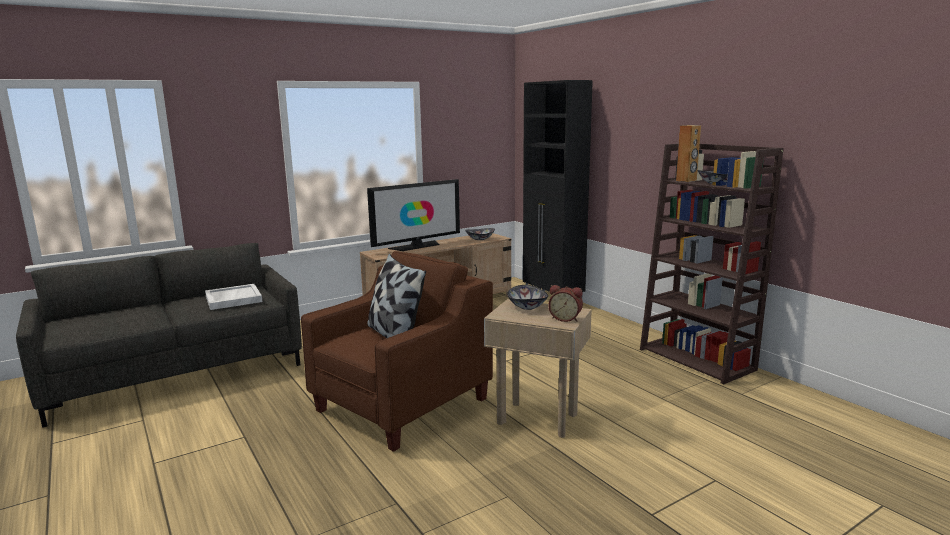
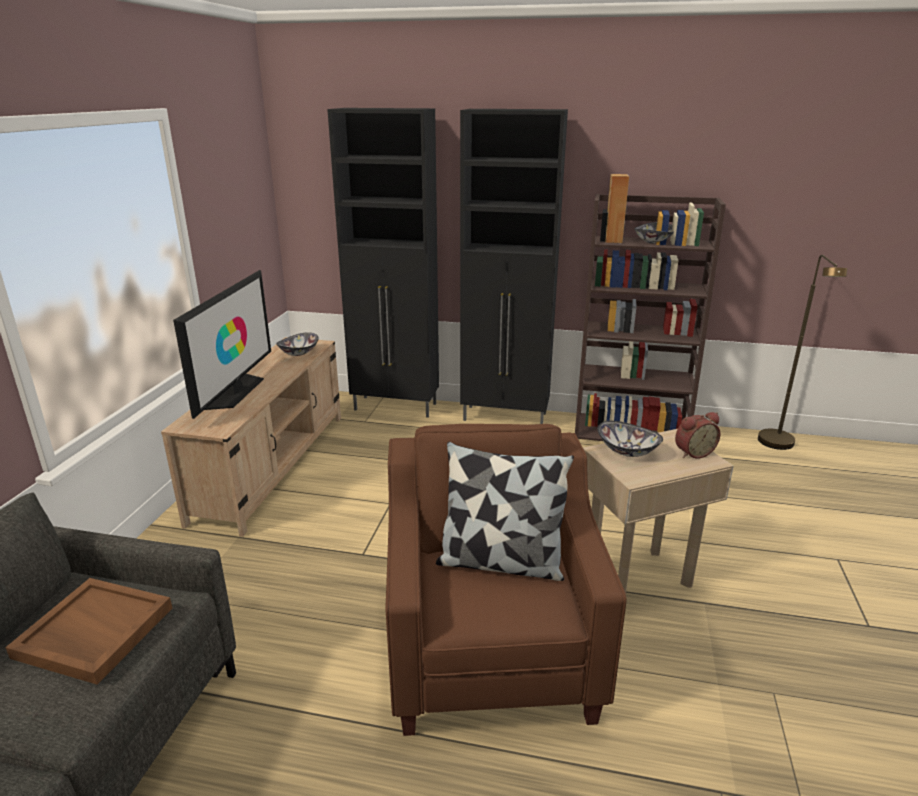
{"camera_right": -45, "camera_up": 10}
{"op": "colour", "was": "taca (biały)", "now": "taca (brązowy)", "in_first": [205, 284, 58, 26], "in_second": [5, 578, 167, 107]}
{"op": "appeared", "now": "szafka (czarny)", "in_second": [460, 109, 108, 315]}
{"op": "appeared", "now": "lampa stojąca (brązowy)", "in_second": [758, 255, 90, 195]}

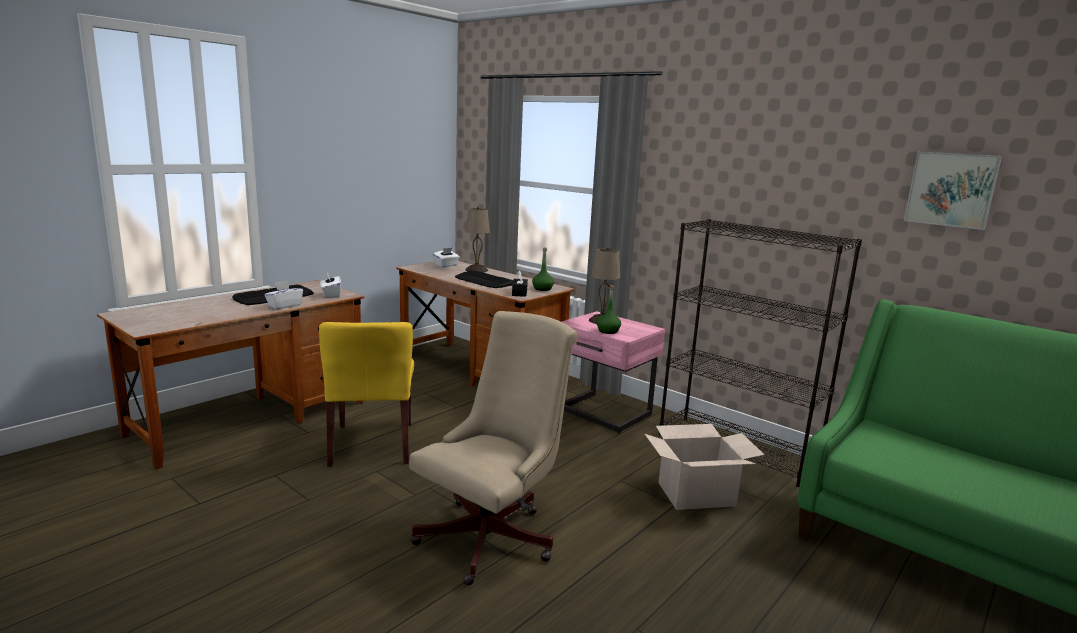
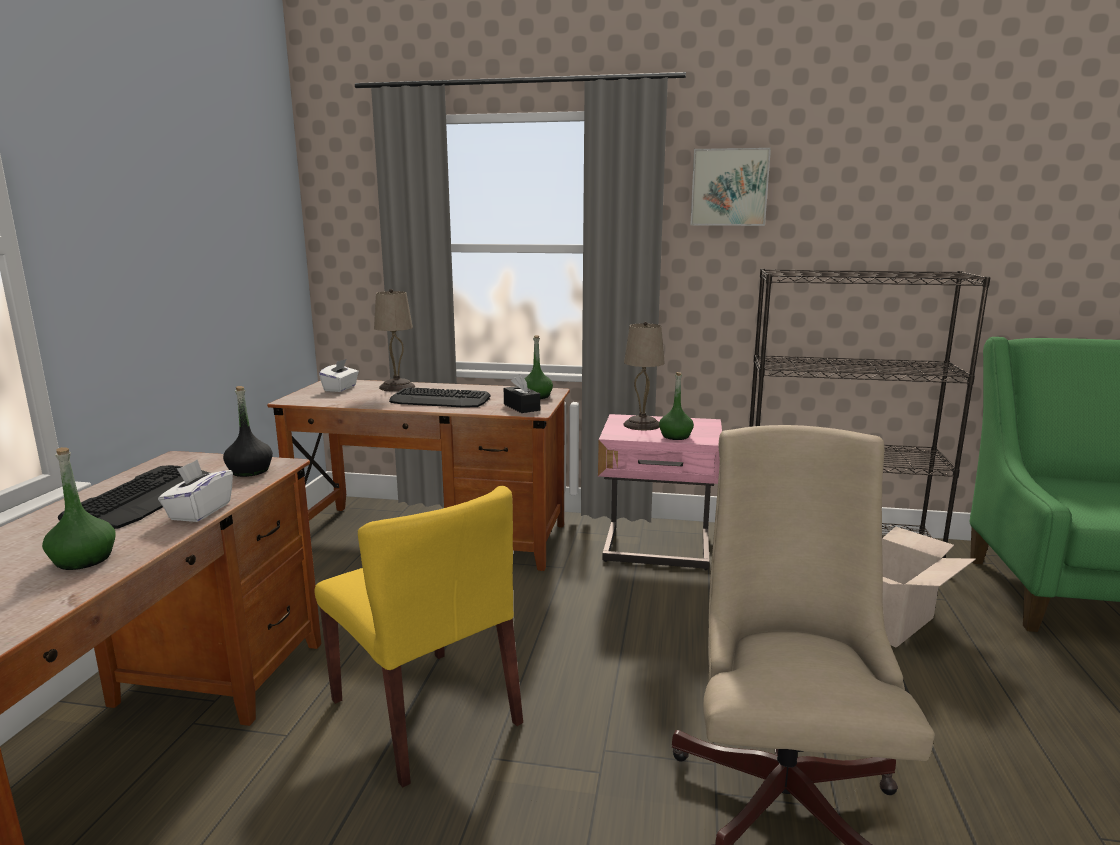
{"camera_right": -30, "camera_up": 0}
{"op": "exchanged", "was": "pudełko chusteczek (biały)", "now": "butelka (czarny)", "in_first": [320, 272, 21, 26], "in_second": [223, 386, 50, 91]}
{"op": "relocated", "was": "obraz", "in_first": [904, 152, 98, 78], "in_second": [690, 148, 81, 78]}
{"op": "appeared", "now": "butelka (zielony)", "in_second": [42, 447, 74, 123]}

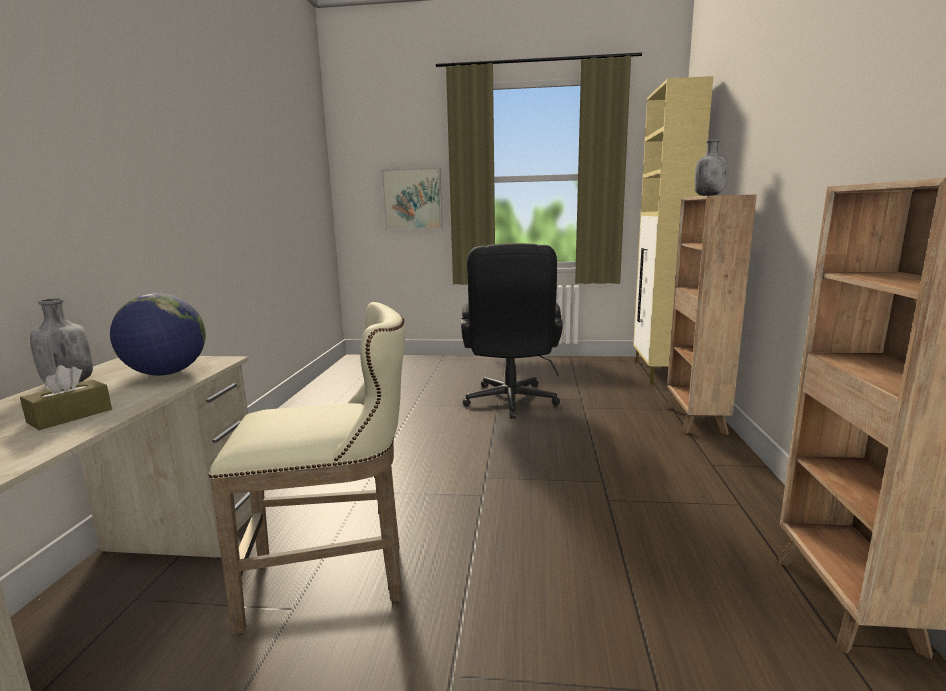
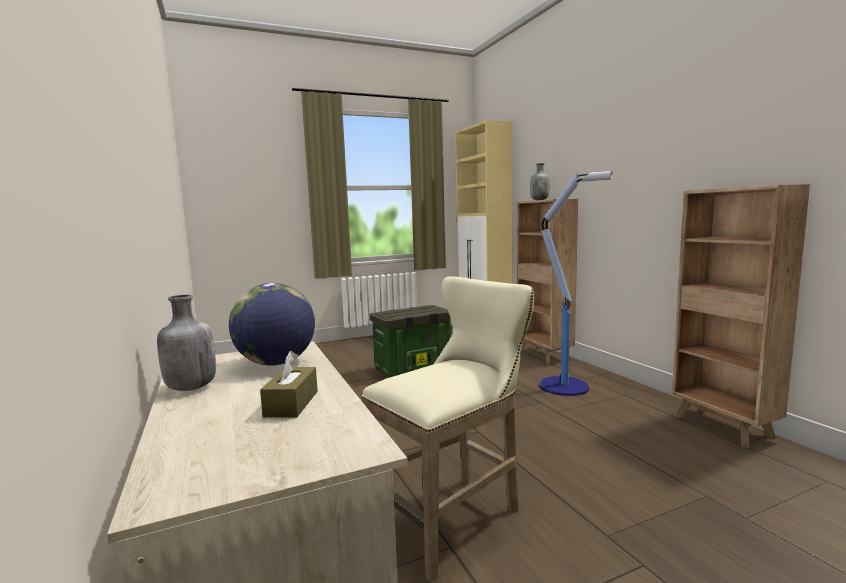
{"camera_right": -30, "camera_up": -5}
{"op": "missing", "was": "obraz", "in_first": [381, 167, 62, 63]}
{"op": "exchanged", "was": "krzesło biurowe (czarny)", "now": "pojemnik do przechowywania", "in_first": [461, 243, 102, 176], "in_second": [370, 305, 81, 73]}
{"op": "appeared", "now": "lampa stojąca", "in_second": [539, 171, 74, 225]}

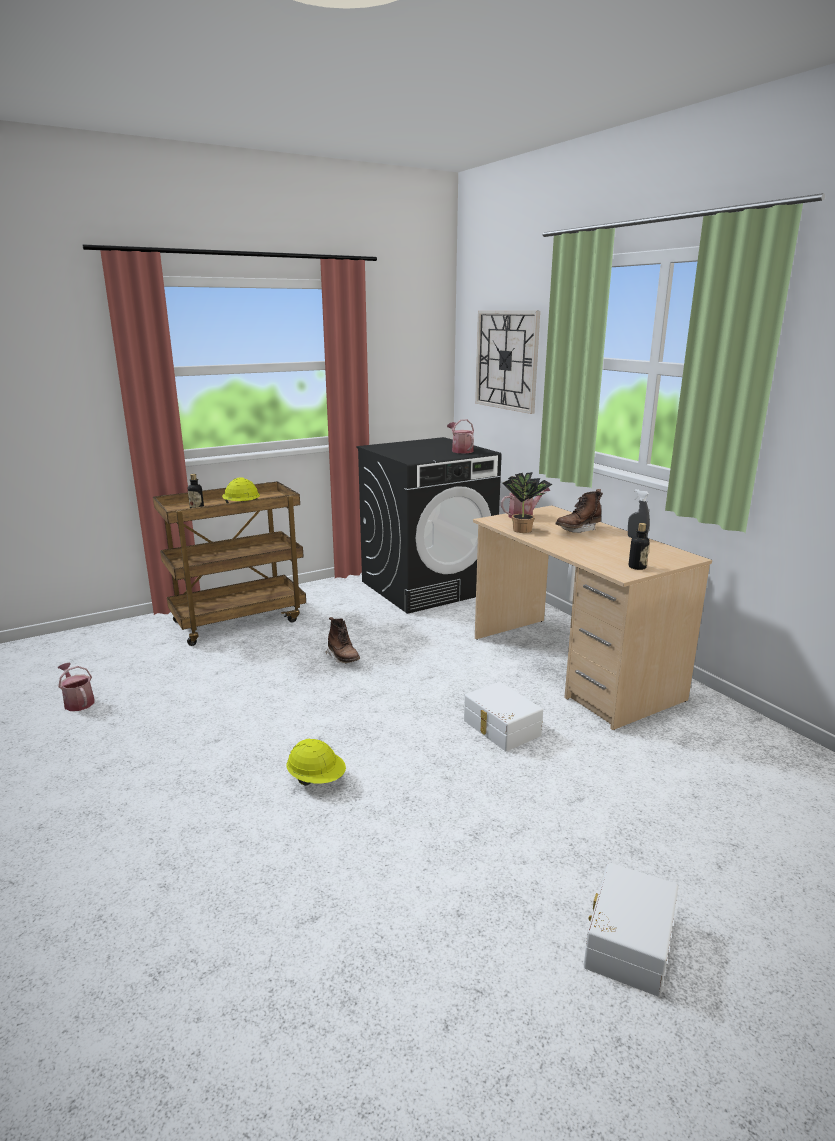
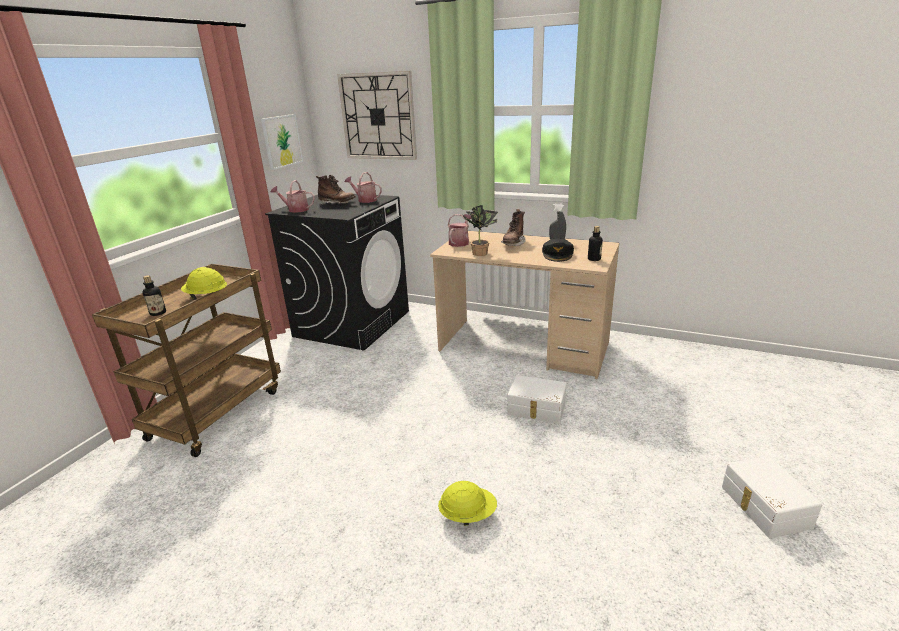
{"camera_right": -35, "camera_up": 5}
{"op": "relocated", "was": "konewka", "in_first": [58, 663, 36, 48], "in_second": [271, 180, 44, 33]}
{"op": "relocated", "was": "but z cholewką (brązowy)", "in_first": [325, 617, 35, 46], "in_second": [316, 175, 40, 29]}
{"op": "appeared", "now": "obraz", "in_second": [261, 114, 42, 56]}
{"op": "appeared", "now": "czapka z daszkiem (czarny)", "in_second": [542, 239, 32, 23]}

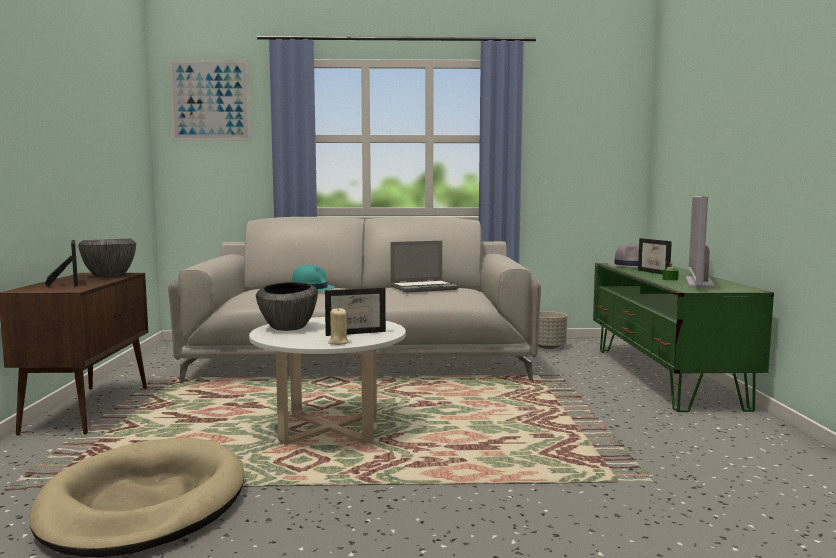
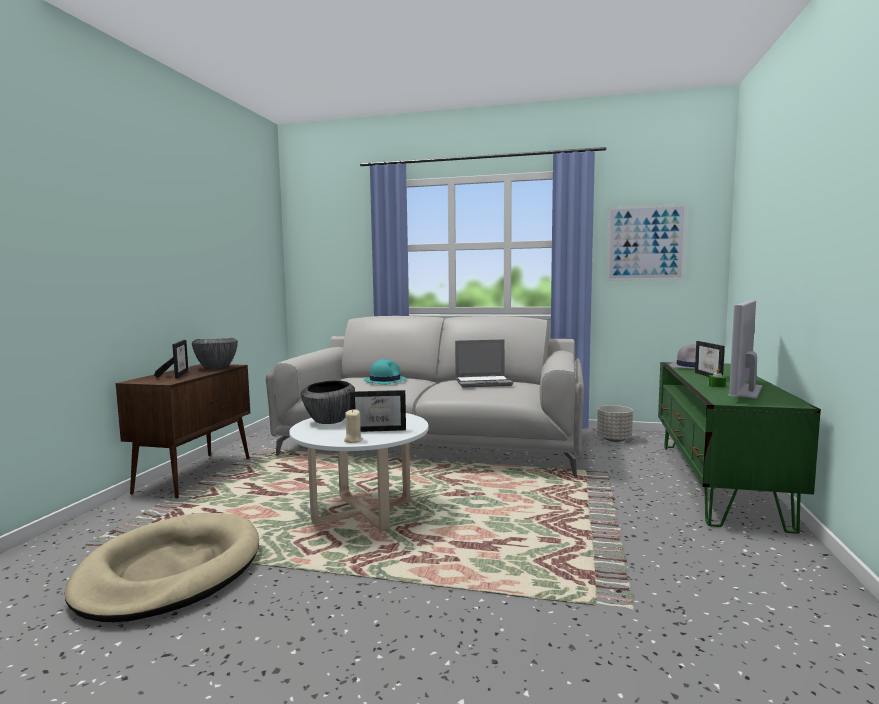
{"camera_right": 15, "camera_up": 0}
{"op": "relocated", "was": "obraz", "in_first": [169, 60, 82, 81], "in_second": [607, 204, 80, 77]}

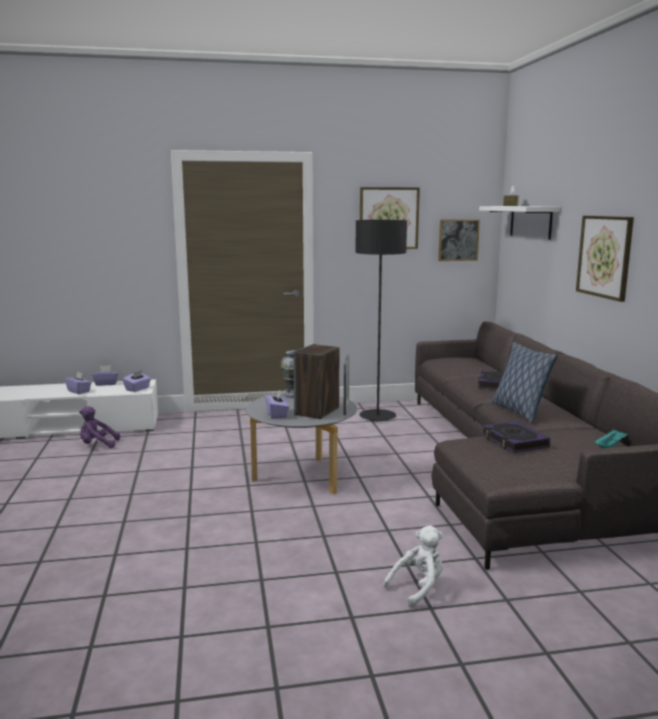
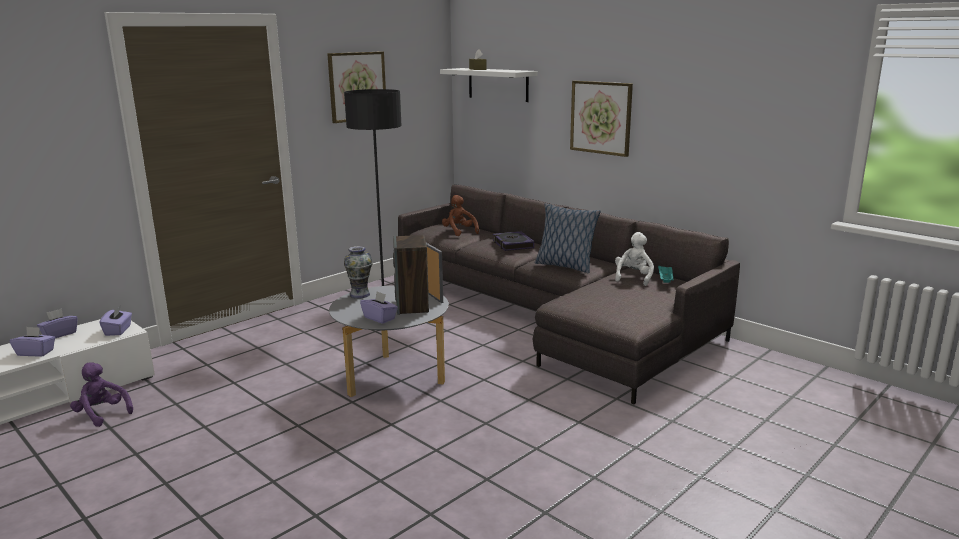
{"camera_right": -35, "camera_up": 5}
{"op": "spun", "was": "pluszak (fioletowy)", "in_first": [79, 406, 41, 42], "in_second": [70, 362, 63, 65], "clockwise": 75}
{"op": "relocated", "was": "pluszak (biały)", "in_first": [383, 525, 60, 83], "in_second": [615, 232, 39, 54]}
{"op": "missing", "was": "obraz", "in_first": [438, 219, 42, 42]}
{"op": "missing", "was": "książka", "in_first": [481, 421, 69, 32]}
{"op": "appeared", "now": "pluszak (brązowy)", "in_second": [442, 195, 37, 41]}

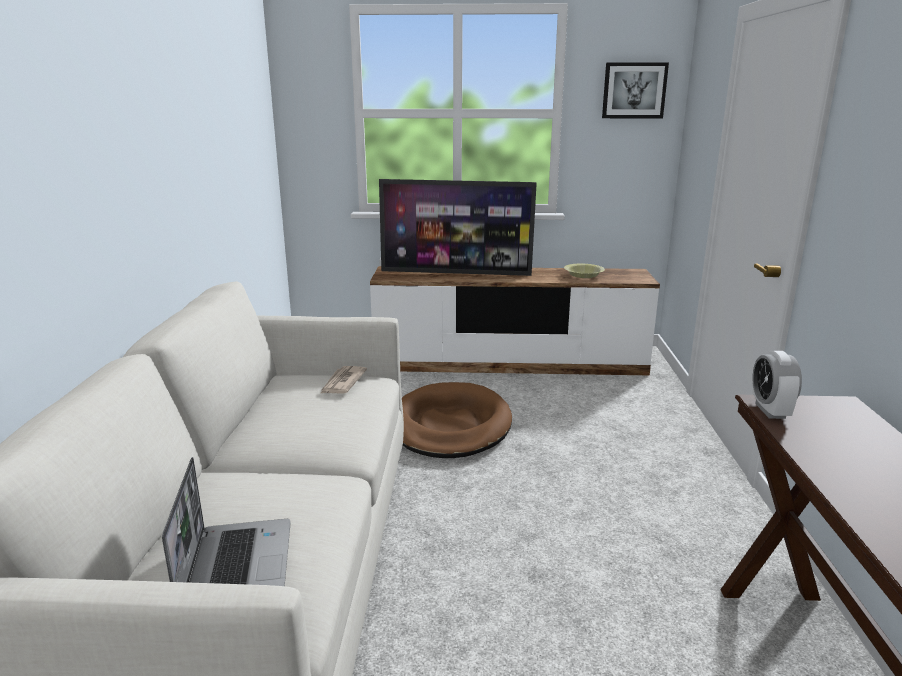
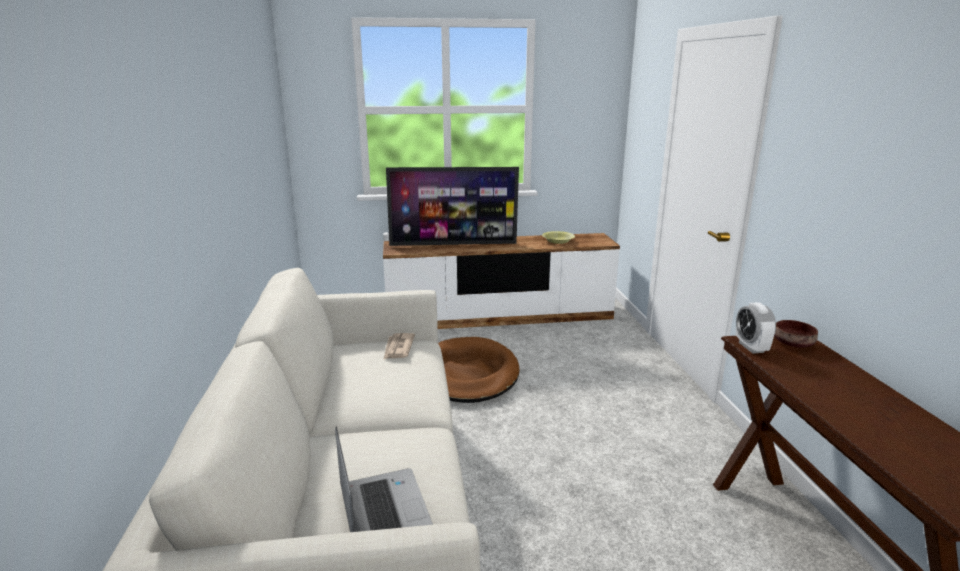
{"camera_right": -10, "camera_up": 0}
{"op": "missing", "was": "obraz", "in_first": [602, 62, 67, 56]}
{"op": "appeared", "now": "miska (brązowy)", "in_second": [774, 320, 44, 28]}

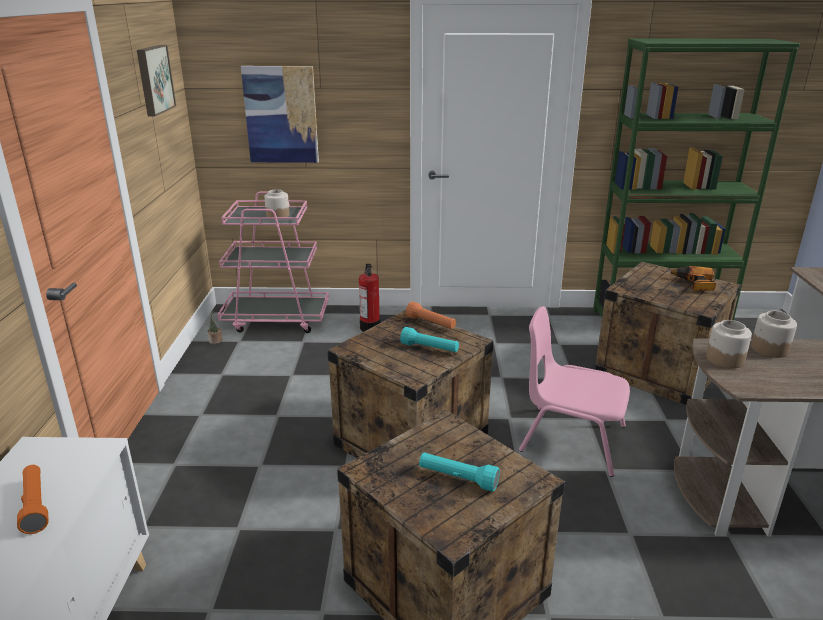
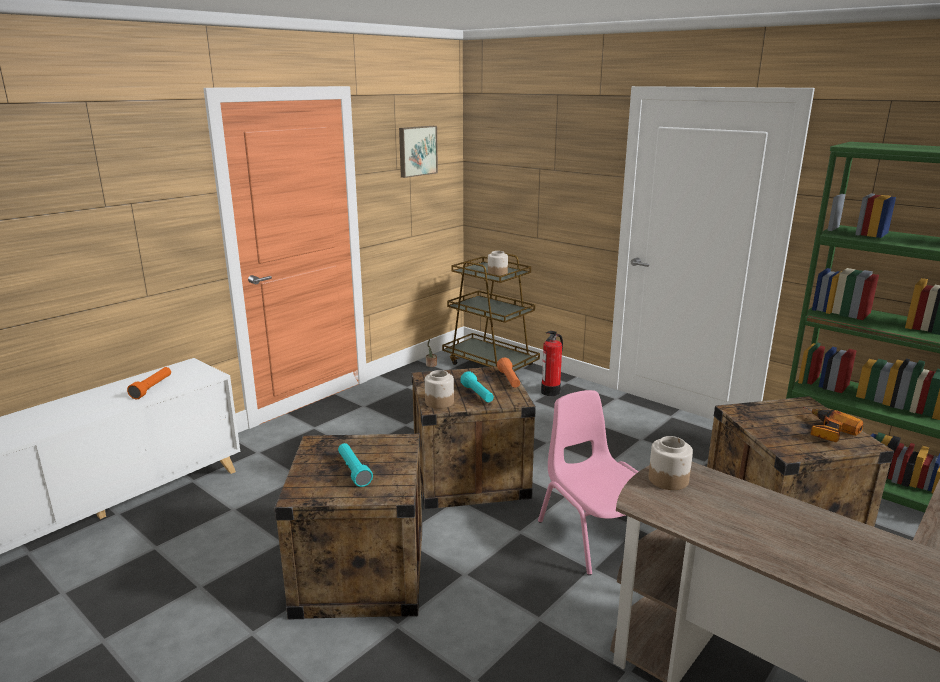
{"camera_right": 40, "camera_up": -5}
{"op": "colour", "was": "wózek (różowy)", "now": "wózek (brązowy)", "in_first": [217, 191, 112, 142], "in_second": [442, 253, 98, 118]}
{"op": "missing", "was": "obraz", "in_first": [241, 66, 78, 97]}
{"op": "relocated", "was": "słoik", "in_first": [751, 311, 46, 47], "in_second": [425, 370, 29, 39]}

